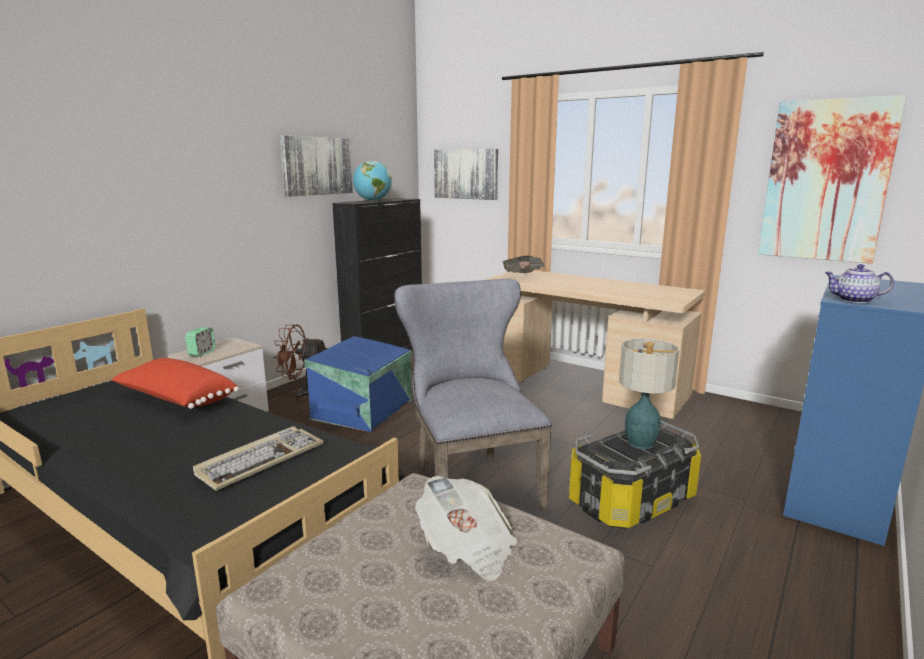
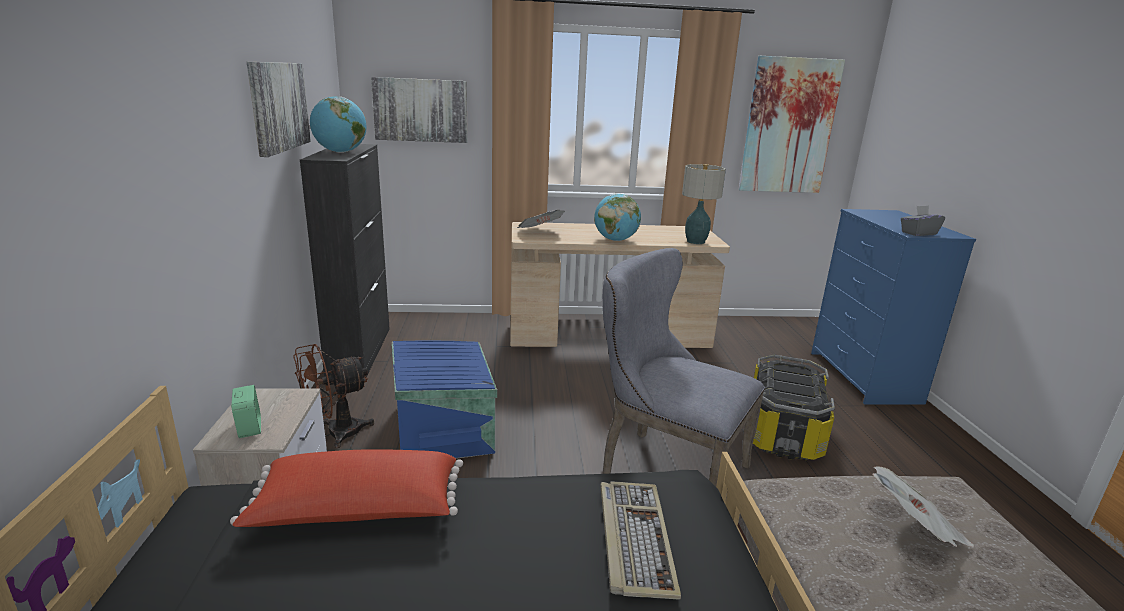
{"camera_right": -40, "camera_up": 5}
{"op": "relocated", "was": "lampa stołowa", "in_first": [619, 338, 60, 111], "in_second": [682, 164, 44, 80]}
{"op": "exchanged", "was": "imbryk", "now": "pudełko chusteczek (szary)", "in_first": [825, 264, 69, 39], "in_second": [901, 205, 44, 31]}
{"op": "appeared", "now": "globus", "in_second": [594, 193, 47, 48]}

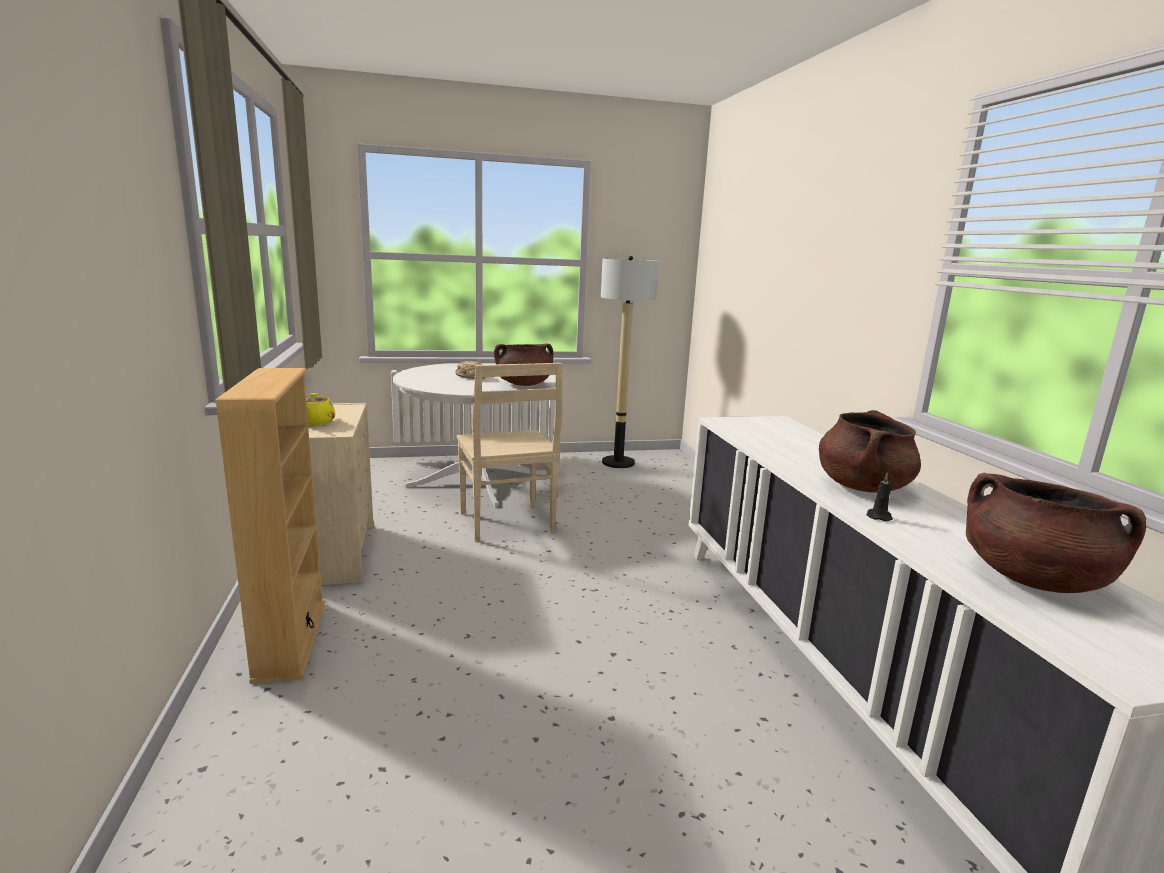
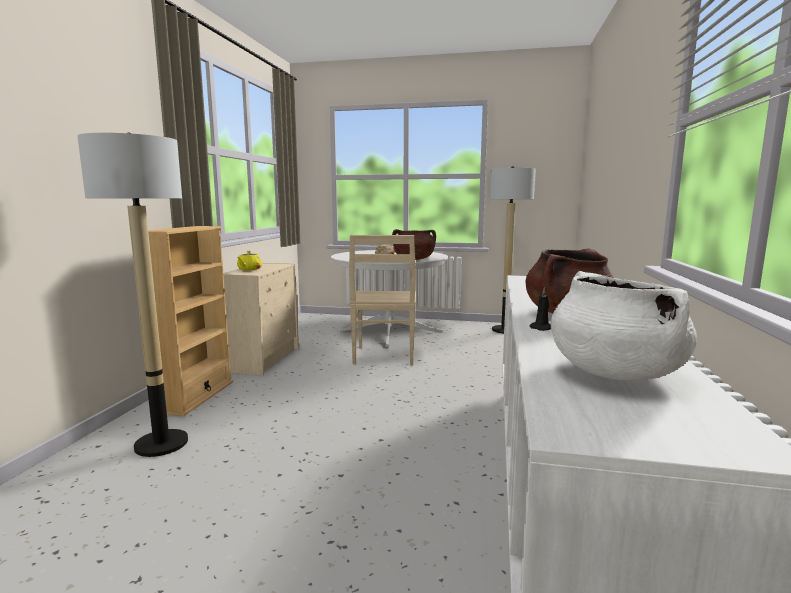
{"camera_right": 25, "camera_up": -5}
{"op": "colour", "was": "garnek (brązowy)", "now": "garnek (biały)", "in_first": [966, 473, 180, 120], "in_second": [550, 271, 147, 110]}
{"op": "appeared", "now": "lampa stojąca", "in_second": [77, 133, 111, 324]}

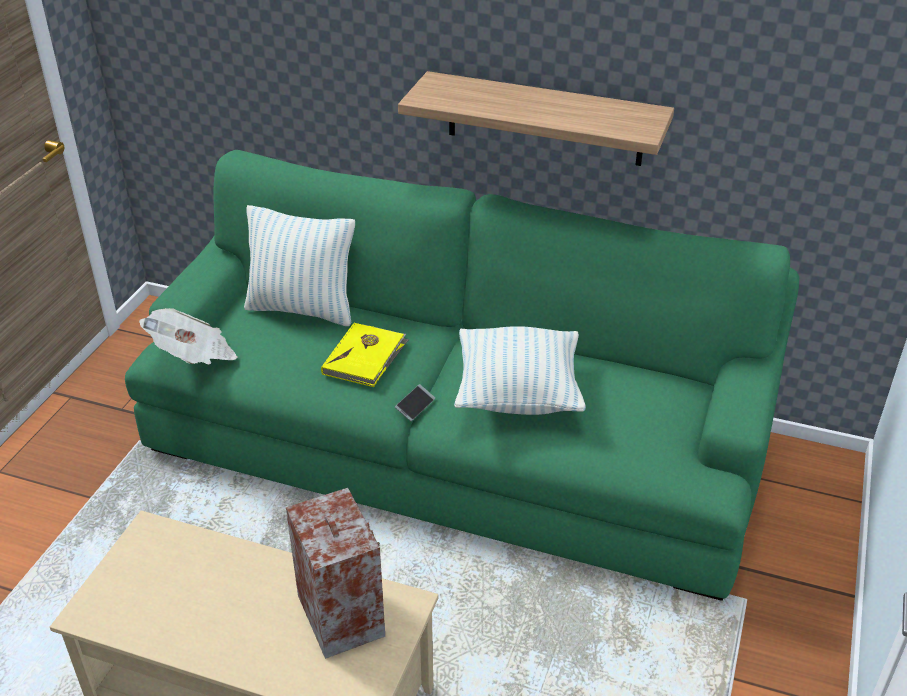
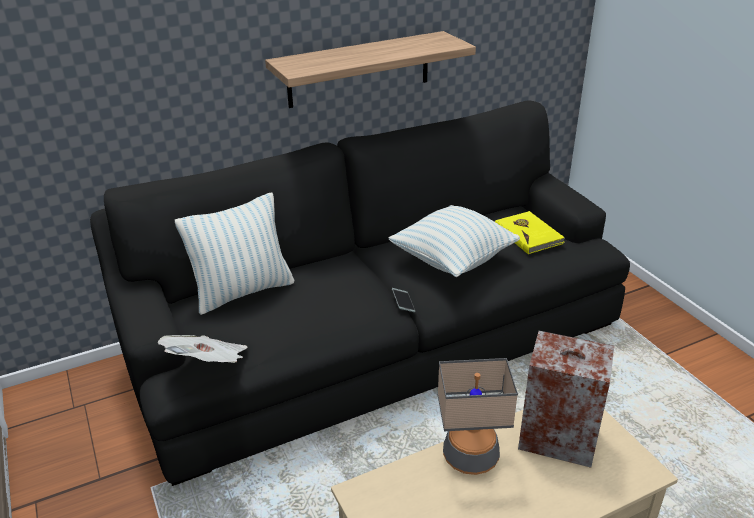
{"camera_right": -45, "camera_up": -5}
{"op": "colour", "was": "kanapa (zielony)", "now": "kanapa (czarny)", "in_first": [125, 150, 674, 451], "in_second": [90, 100, 540, 386]}
{"op": "relocated", "was": "książka (żółty)", "in_first": [321, 323, 88, 64], "in_second": [495, 211, 70, 43]}
{"op": "appeared", "now": "lampa stołowa", "in_second": [438, 358, 80, 117]}

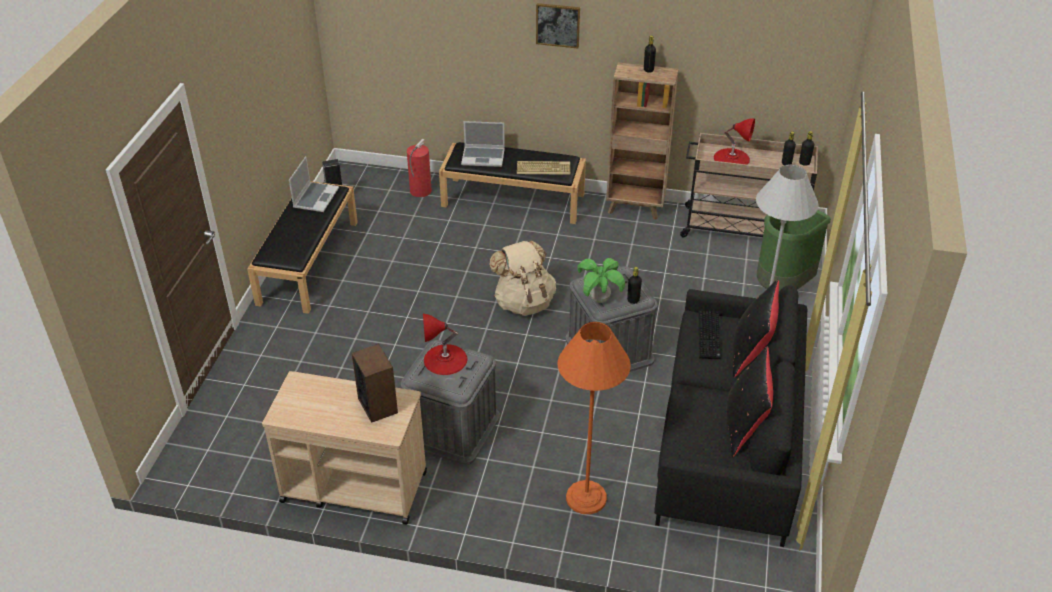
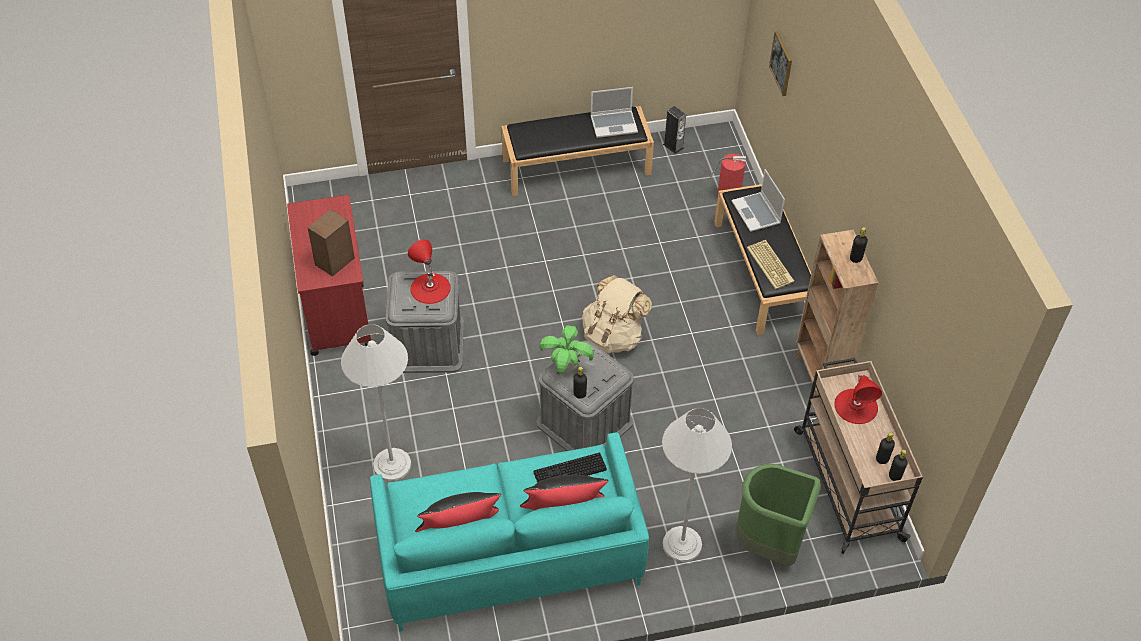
{"camera_right": 65, "camera_up": 10}
{"op": "colour", "was": "wózek (beżowy)", "now": "wózek (czerwony)", "in_first": [262, 371, 165, 154], "in_second": [287, 195, 85, 161]}
{"op": "relocated", "was": "obraz", "in_first": [536, 3, 44, 45], "in_second": [769, 31, 23, 65]}
{"op": "colour", "was": "lampa stojąca (pomarańczowy)", "now": "lampa stojąca (biały)", "in_first": [557, 322, 74, 192], "in_second": [341, 324, 70, 157]}
{"op": "colour", "was": "kanapa (czarny)", "now": "kanapa (turkusowy)", "in_first": [654, 285, 153, 262], "in_second": [370, 432, 279, 200]}

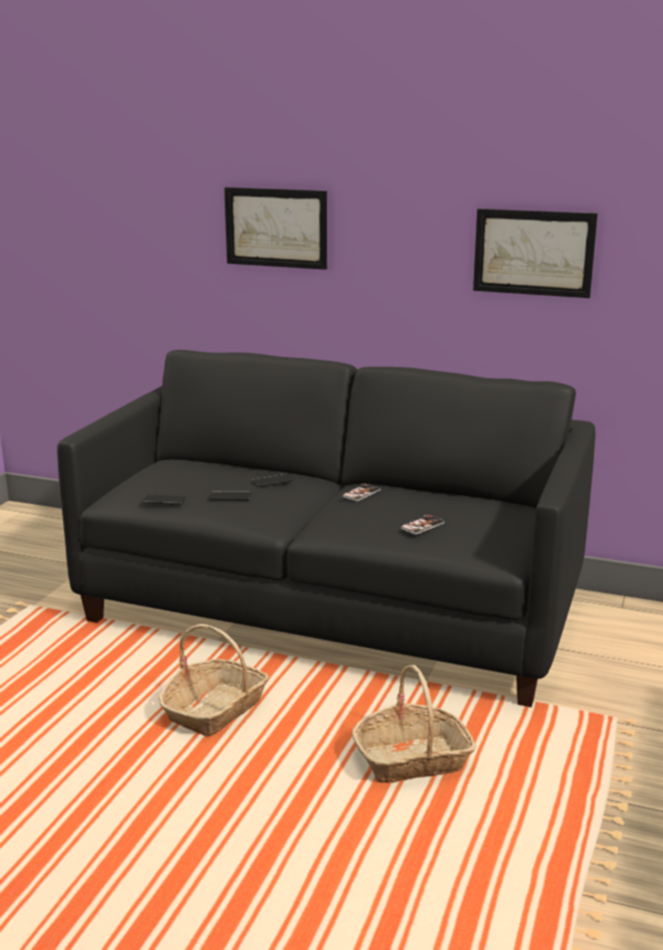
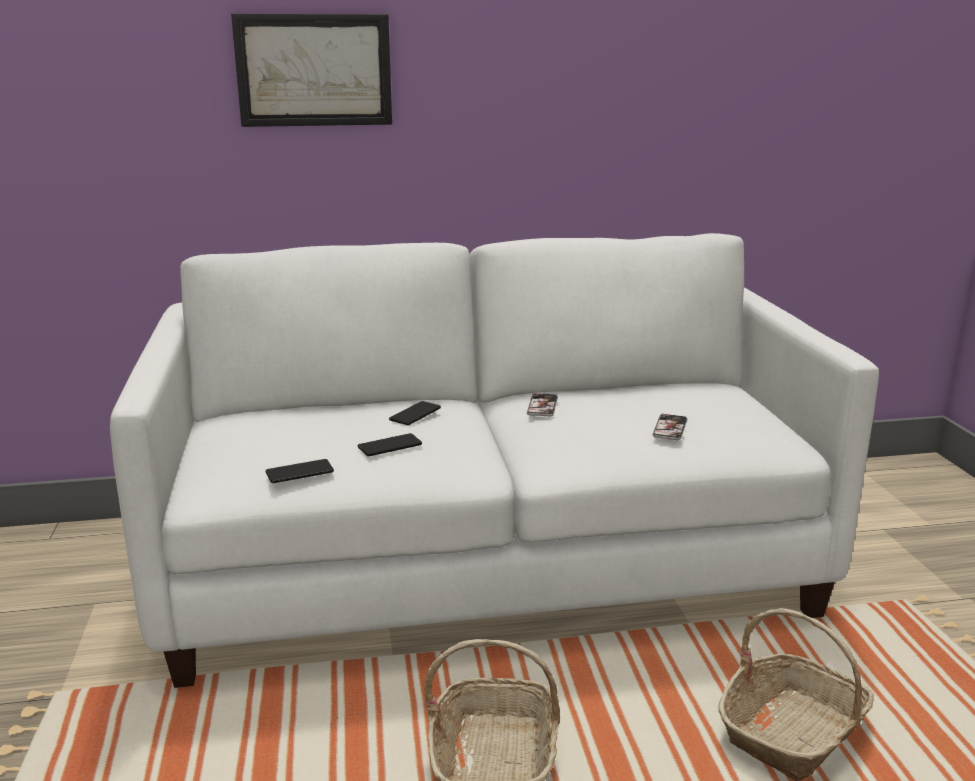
{"camera_right": -30, "camera_up": 0}
{"op": "colour", "was": "kanapa (czarny)", "now": "kanapa (biały)", "in_first": [57, 350, 538, 357], "in_second": [110, 233, 769, 455]}
{"op": "missing", "was": "obraz", "in_first": [473, 209, 125, 89]}

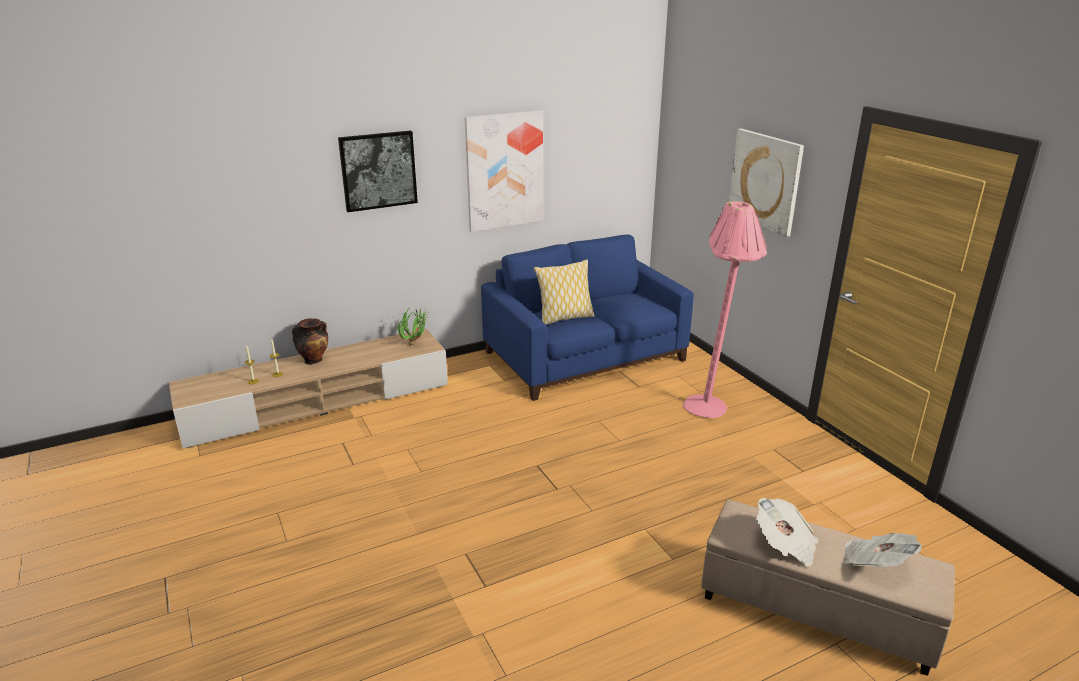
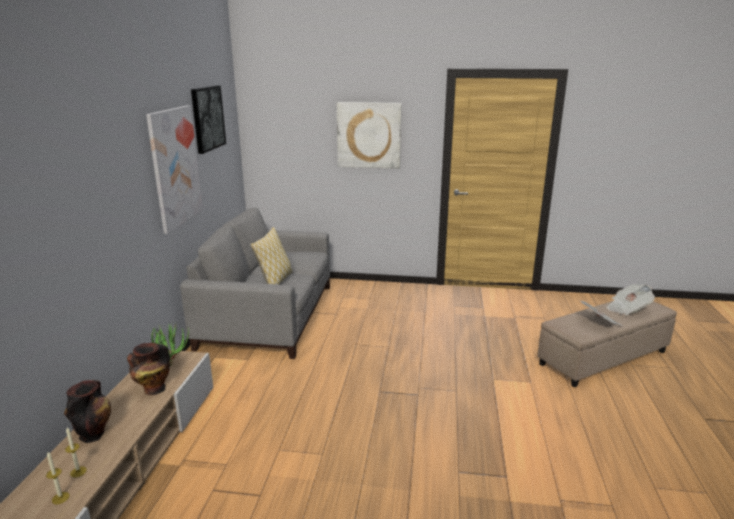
{"camera_right": -55, "camera_up": -5}
{"op": "relocated", "was": "obraz", "in_first": [338, 131, 80, 81], "in_second": [191, 86, 35, 68]}
{"op": "colour", "was": "kanapa (niebieski)", "now": "kanapa (szary)", "in_first": [481, 235, 213, 166], "in_second": [180, 207, 150, 152]}
{"op": "missing", "was": "lampa stojąca (różowy)", "in_first": [683, 201, 84, 217]}
{"op": "appeared", "now": "wazon", "in_second": [127, 343, 43, 52]}

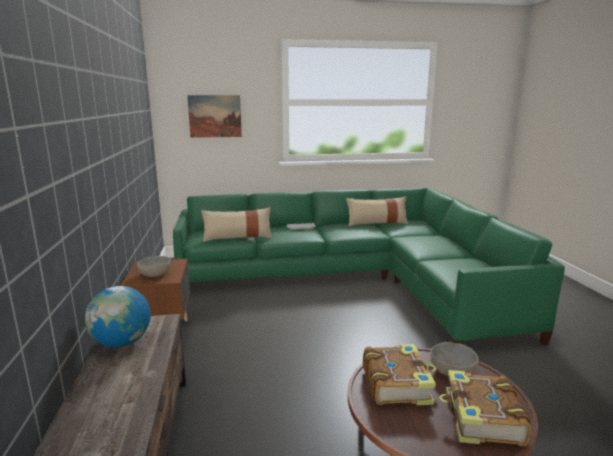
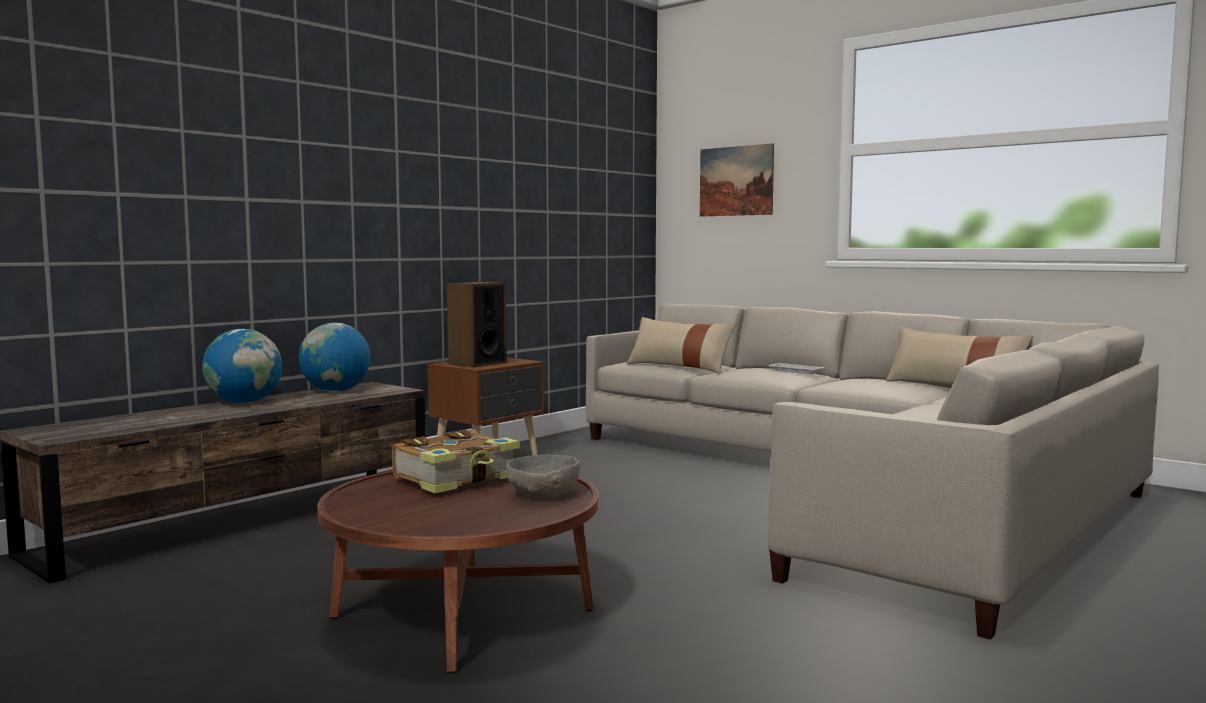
{"camera_right": 50, "camera_up": -10}
{"op": "exchanged", "was": "miska (szary)", "now": "głośnik", "in_first": [137, 256, 34, 21], "in_second": [447, 282, 60, 85]}
{"op": "colour", "was": "kanapa (zielony)", "now": "kanapa (beżowy)", "in_first": [173, 188, 392, 157], "in_second": [586, 304, 573, 336]}
{"op": "missing", "was": "książka", "in_first": [439, 370, 92, 76]}
{"op": "appeared", "now": "globus", "in_second": [202, 329, 80, 75]}

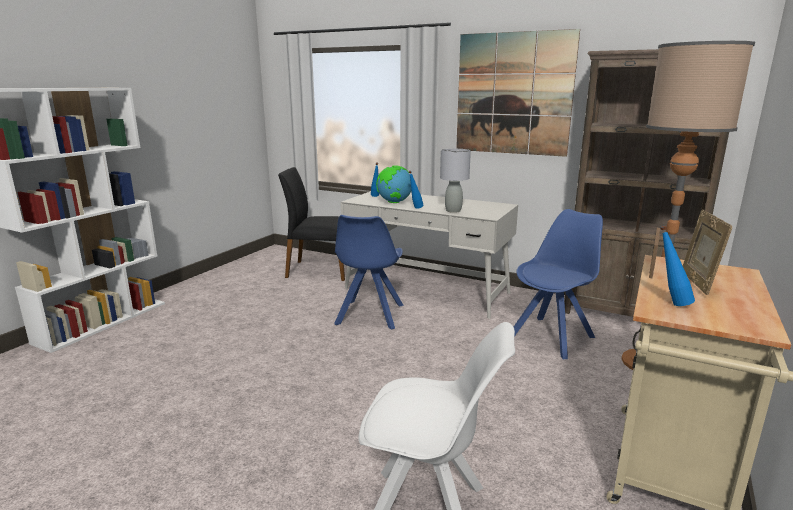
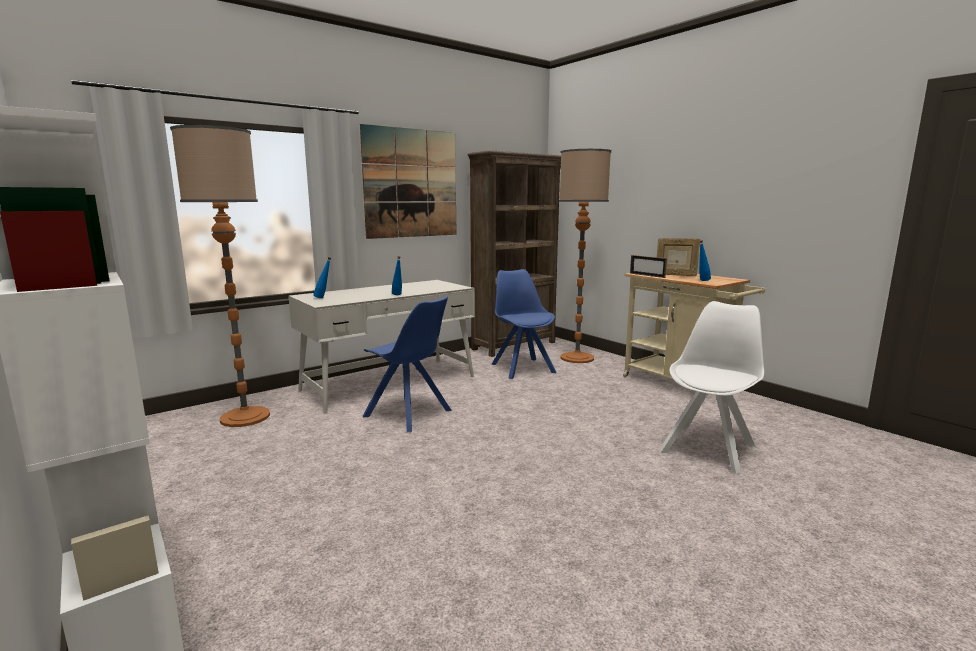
{"camera_right": -65, "camera_up": -5}
{"op": "exchanged", "was": "krzesło (czarny)", "now": "lampa stojąca", "in_first": [278, 167, 67, 114], "in_second": [170, 125, 100, 302]}
{"op": "missing", "was": "globus", "in_first": [376, 165, 35, 38]}
{"op": "missing", "was": "lampa stołowa (szary)", "in_first": [440, 149, 31, 64]}

